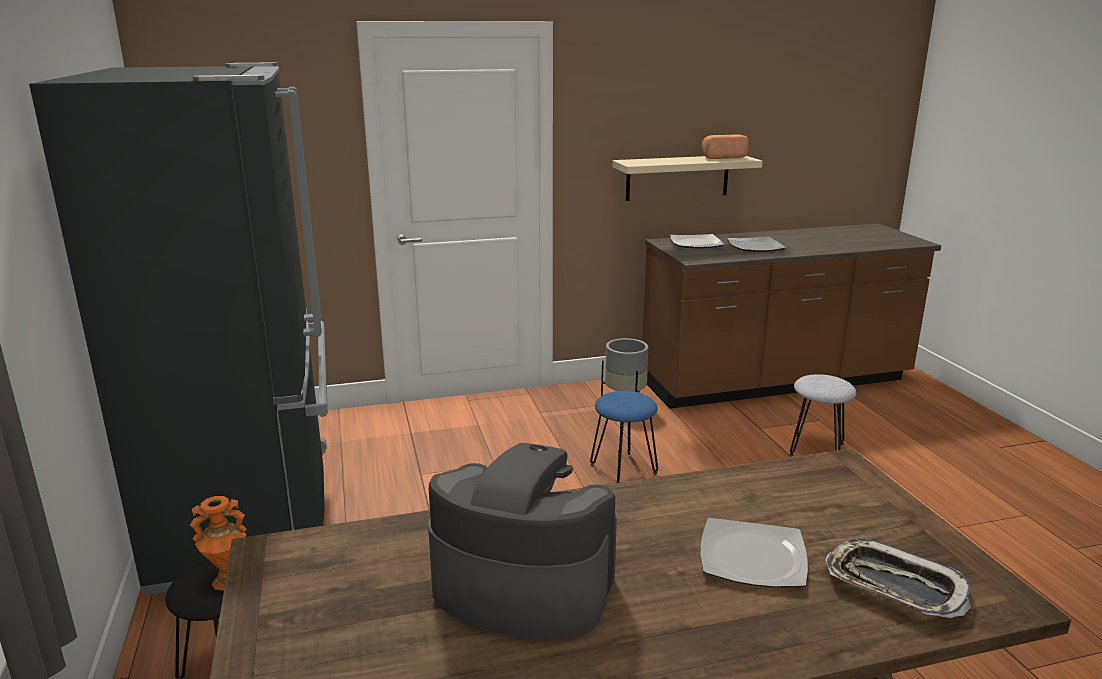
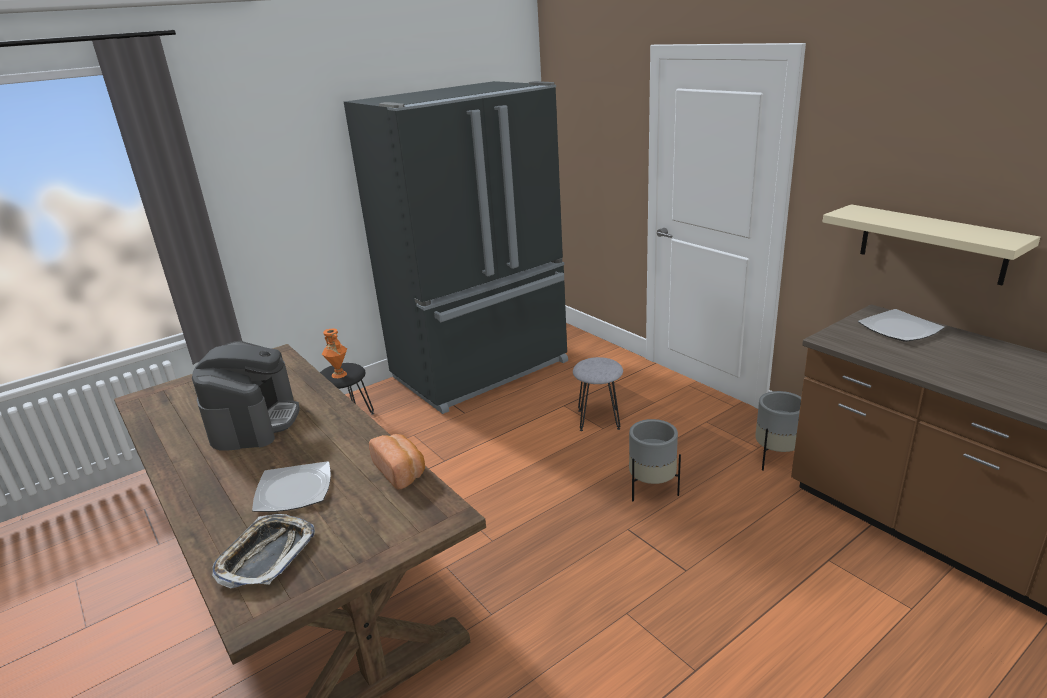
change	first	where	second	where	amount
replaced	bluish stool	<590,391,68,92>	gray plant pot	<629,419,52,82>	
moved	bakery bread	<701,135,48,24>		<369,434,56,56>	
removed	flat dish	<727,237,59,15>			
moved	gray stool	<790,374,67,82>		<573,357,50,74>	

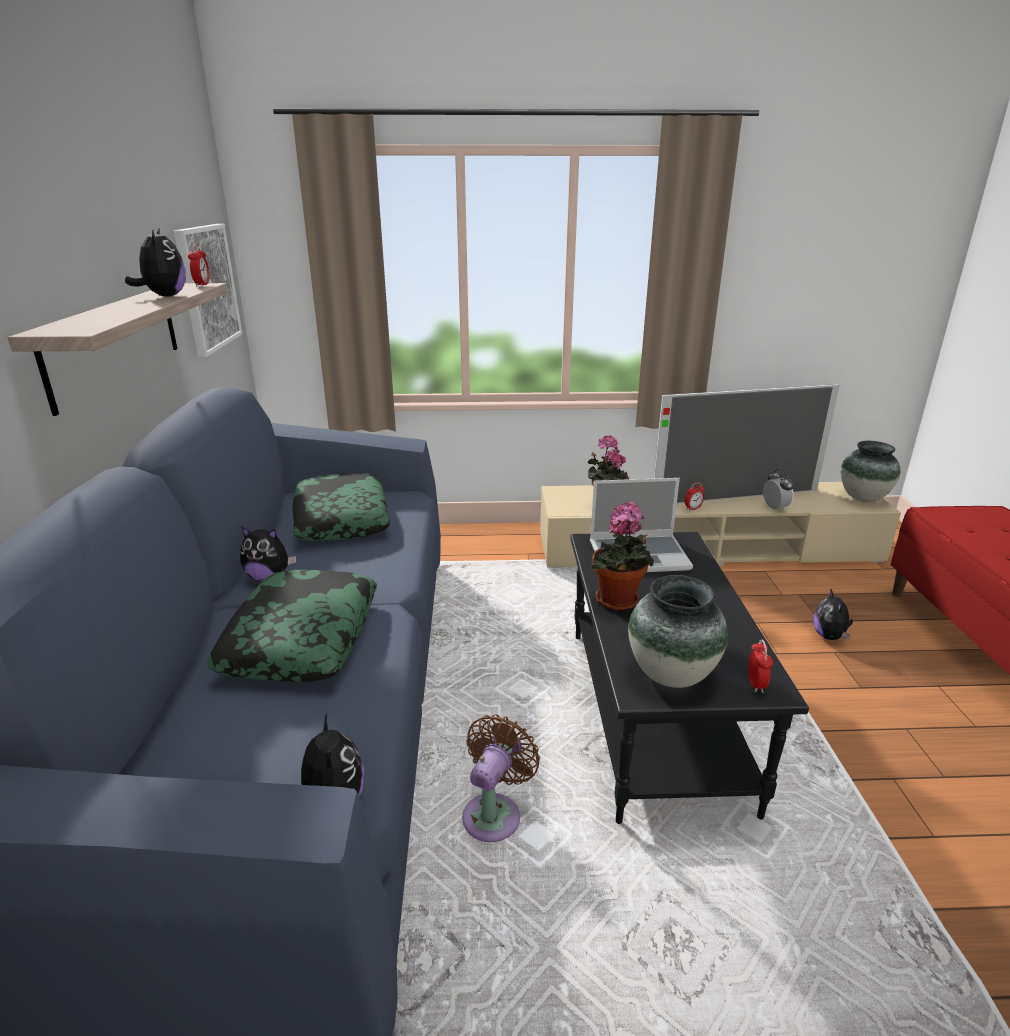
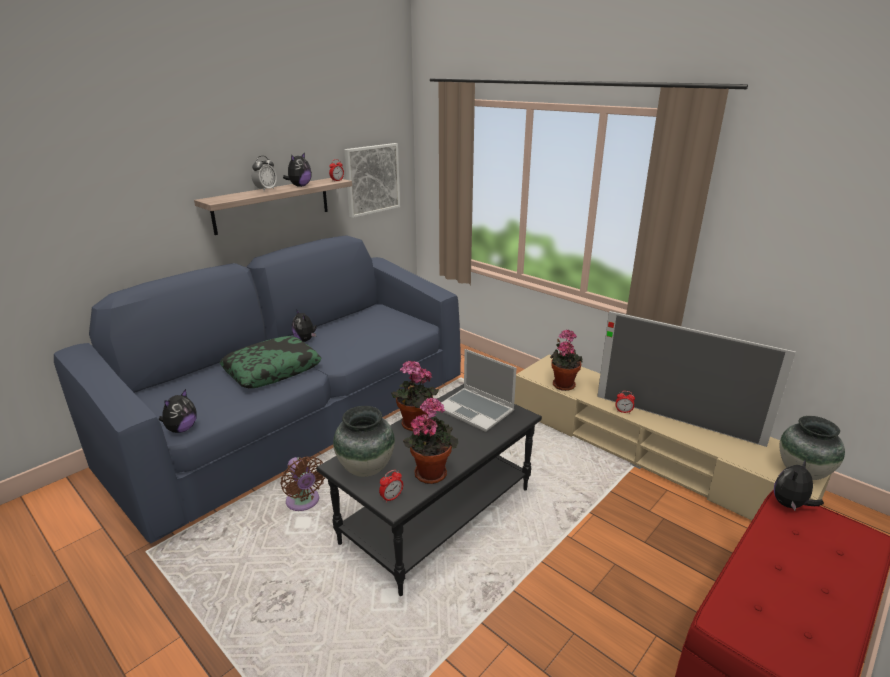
change	first	where	second	where	amount
removed	pillow	<293,472,97,69>			
turned	brownish fan	<462,715,78,127>		<281,456,44,55>	75 degrees clockwise
moved	bedside clock	<763,469,31,42>		<251,156,26,35>	
moved	soft toy	<813,588,40,52>		<774,459,50,51>	
added			potted plant	<403,398,55,86>	

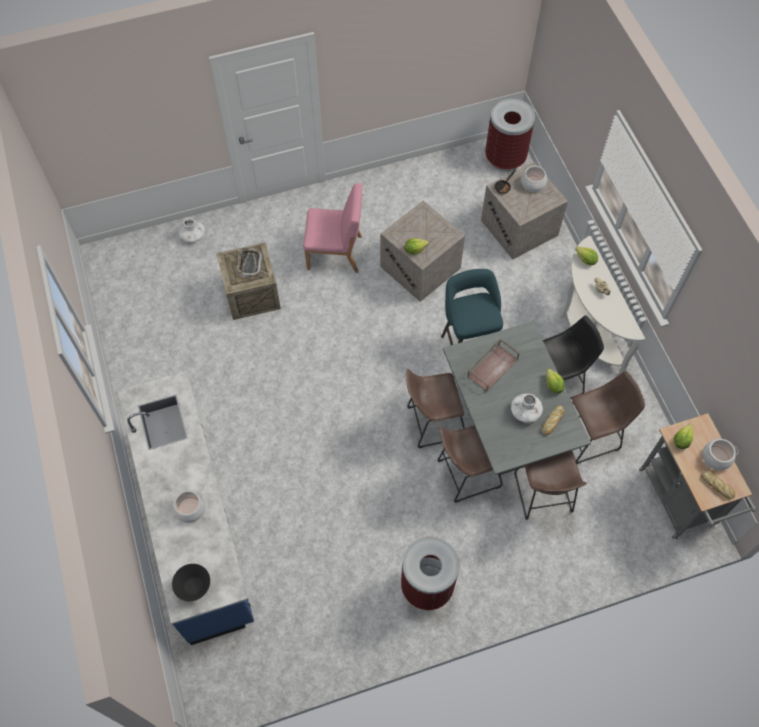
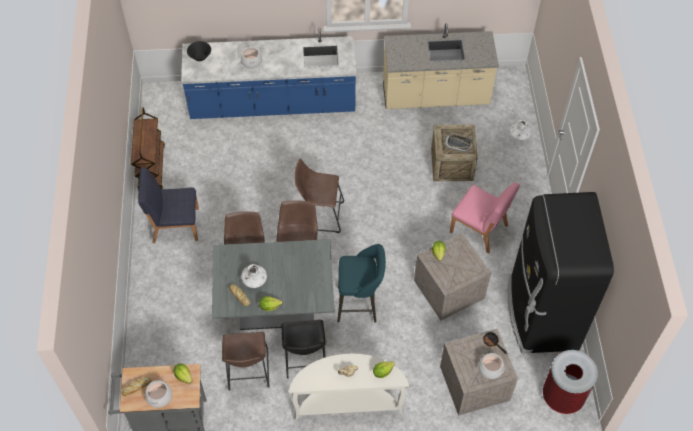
change	first	where	second	where	amount
turned	pink-coloured chair	<303,183,59,90>		<450,182,70,72>	75 degrees counterclockwise
replaced	waste bin	<401,537,58,73>	bluish chair	<138,168,61,75>	
removed	brownish carrying tray	<467,338,53,54>			
moved	brownish stool	<514,451,73,69>		<294,159,50,74>	
added			brownish wheeled cart	<131,107,34,84>	
added			sand-coloured counter	<383,23,116,86>	
added			black-coloured kitchen fridge	<507,192,107,162>	

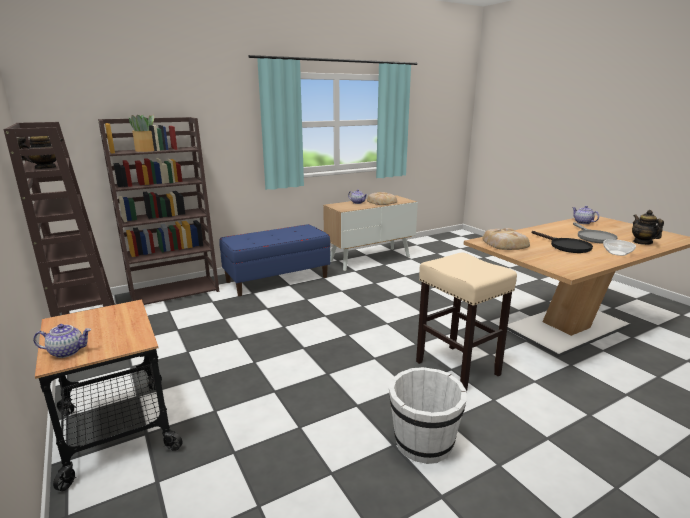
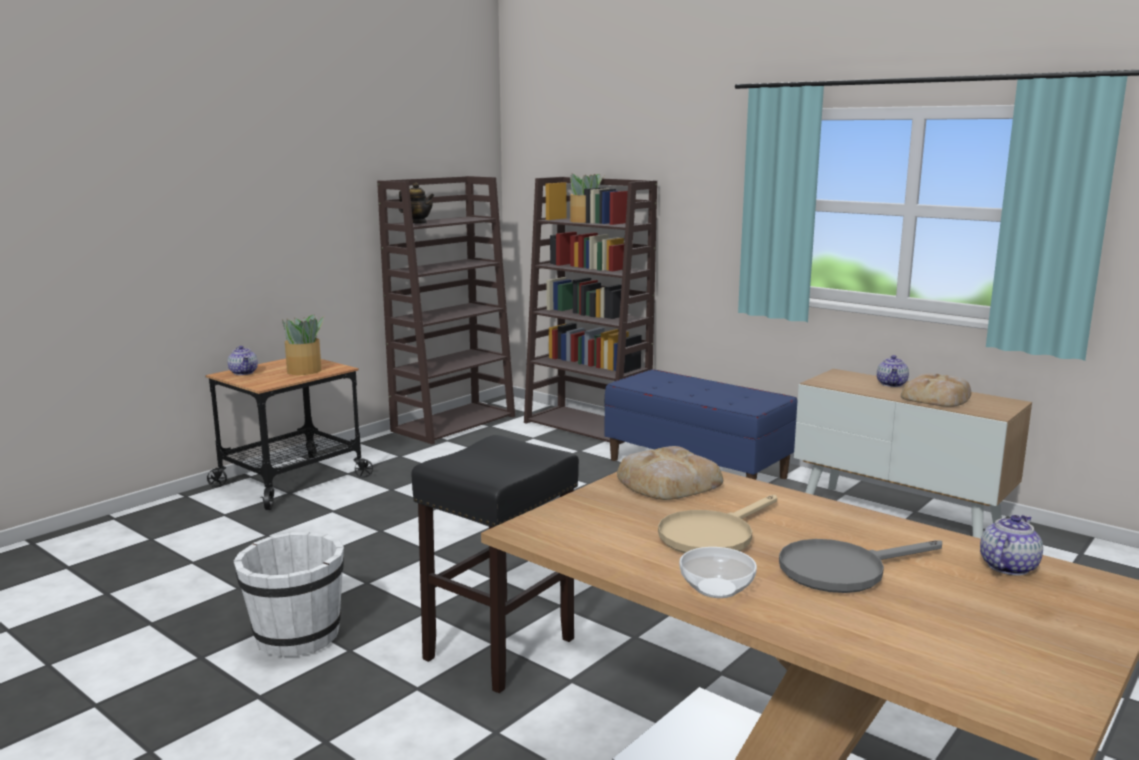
change	first	where	second	where	amount
recoloured	sand-coloured stool	<416,252,101,139>	black-coloured stool	<411,435,168,258>	
recoloured	black-coloured pan	<532,231,61,22>	sand-coloured pan	<658,495,119,58>	
removed	teapot	<632,210,32,35>			
added			potted plant	<282,314,42,61>	

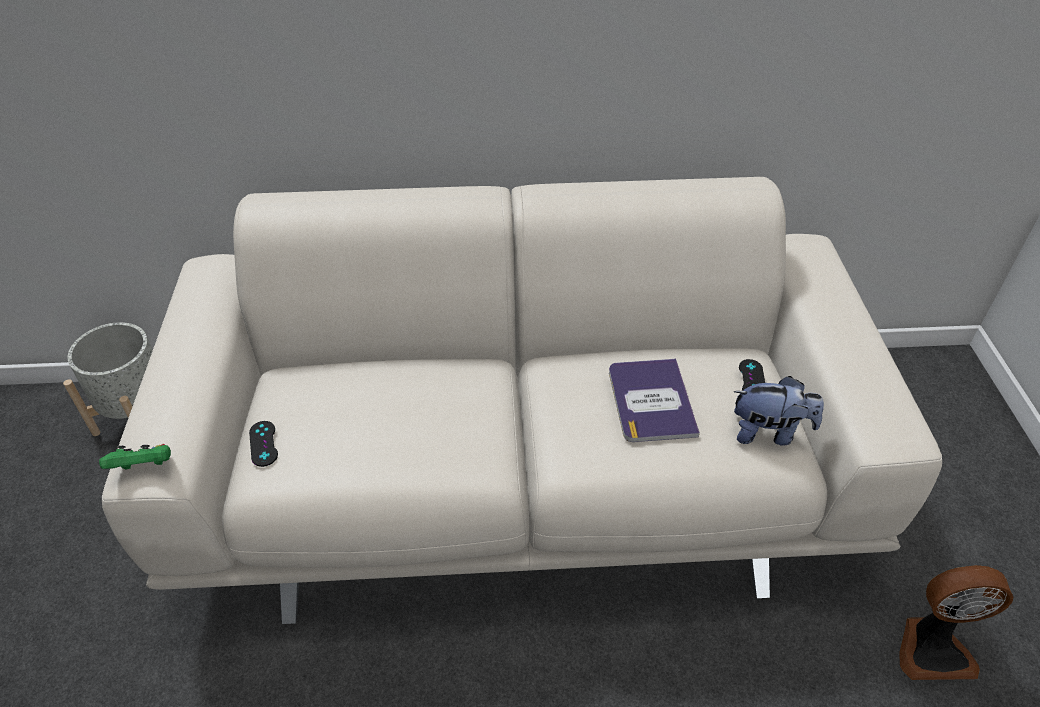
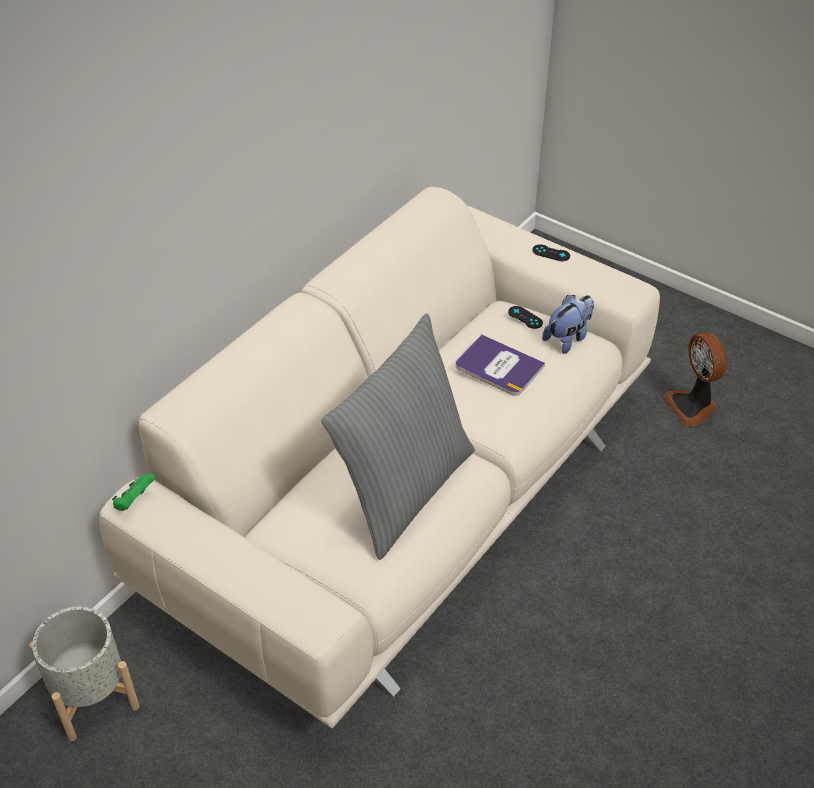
change	first	where	second	where	amount
moved	green joypad	<99,444,72,25>		<112,473,44,38>	
moved	black-coloured joypad	<249,421,29,46>		<532,244,38,17>	
turned	fan	<899,565,114,115>		<663,332,64,95>	120 degrees clockwise
added			gray pillow	<321,313,154,247>	

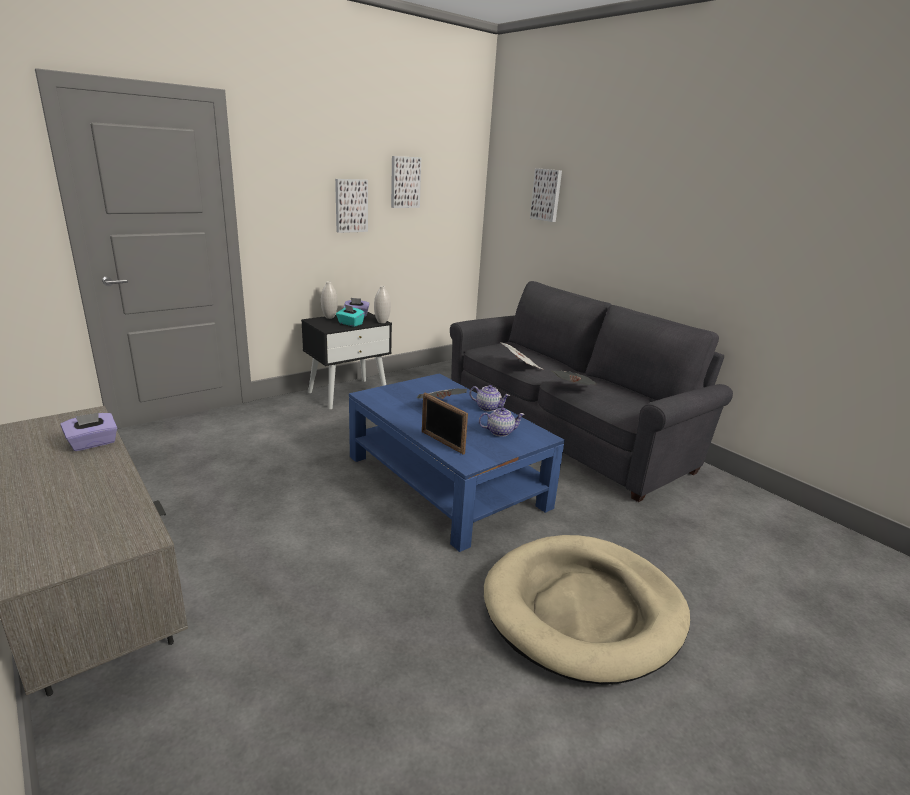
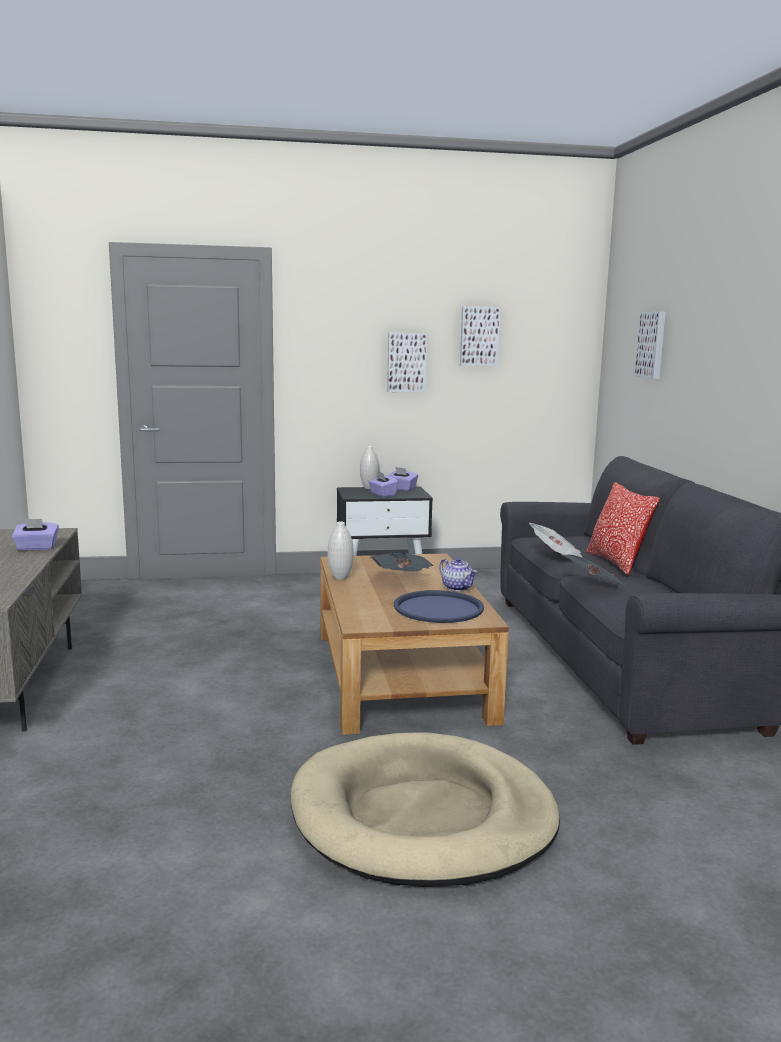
change	first	where	second	where	amount
recoloured	turquoise-coloured box of tissues	<336,304,29,23>	purple-coloured box of tissues	<369,471,30,26>	
recoloured	bluish lounge table	<349,373,216,179>	brownish lounge table	<320,553,189,182>	
moved	white flower vase	<374,286,17,37>		<328,522,26,58>	
removed	standing frame	<422,393,46,62>			
replaced	teapot	<479,407,46,30>	bluish carrying tray	<394,590,90,33>	
added			pillow	<586,482,74,93>	

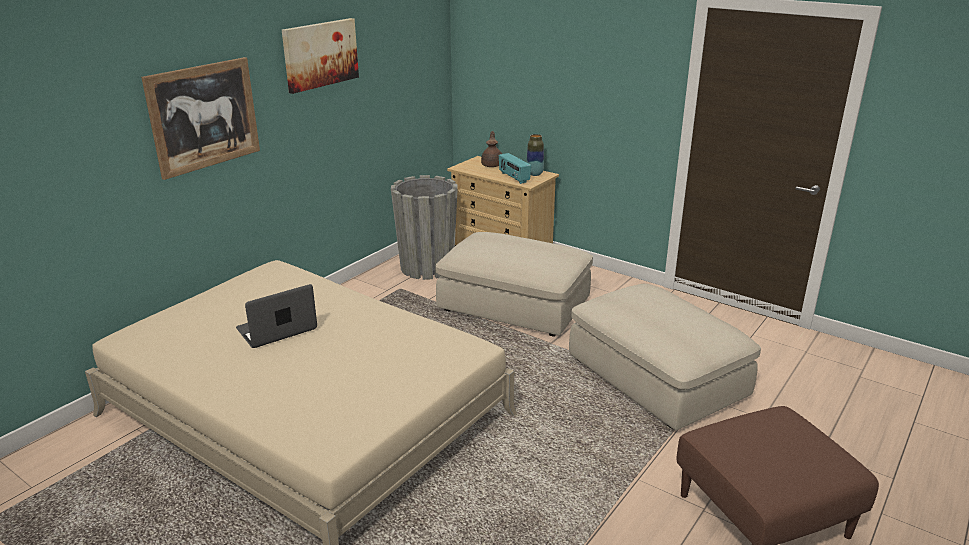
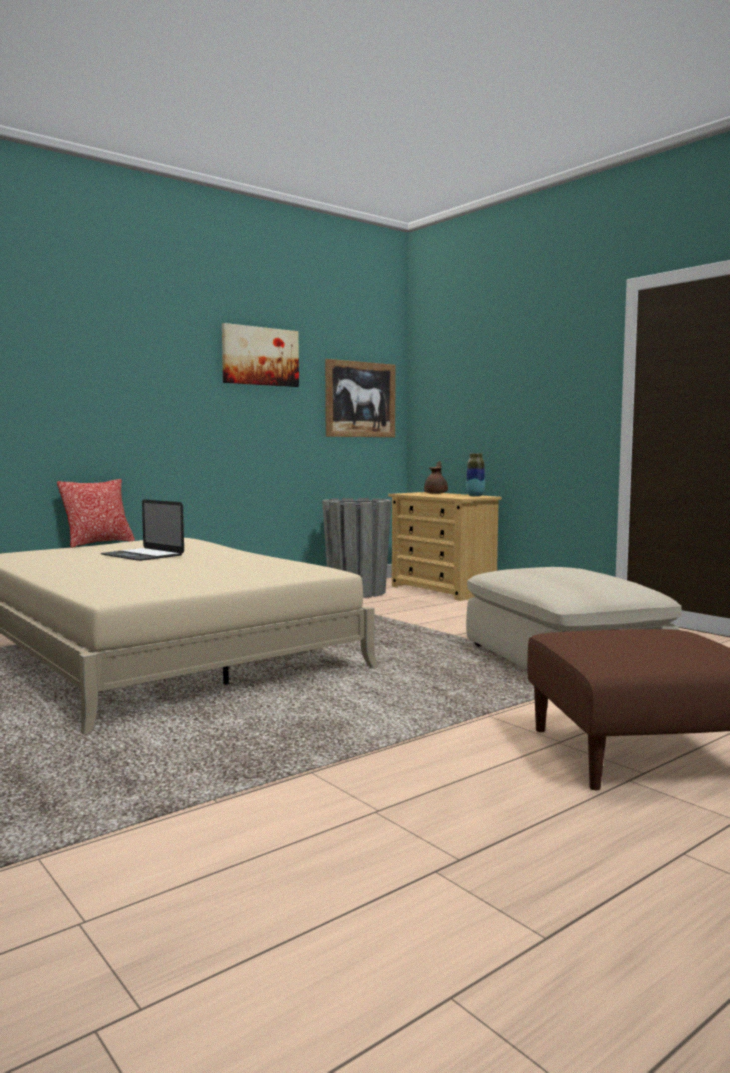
change	first	where	second	where	amount
moved	wall art	<141,57,119,123>		<325,359,71,78>	
turned	laptop	<236,284,81,64>		<101,499,83,62>	120 degrees counterclockwise
removed	sand-coloured pouffe	<436,232,157,105>			
removed	radio	<499,153,32,31>			
added			pillow	<57,479,78,69>	

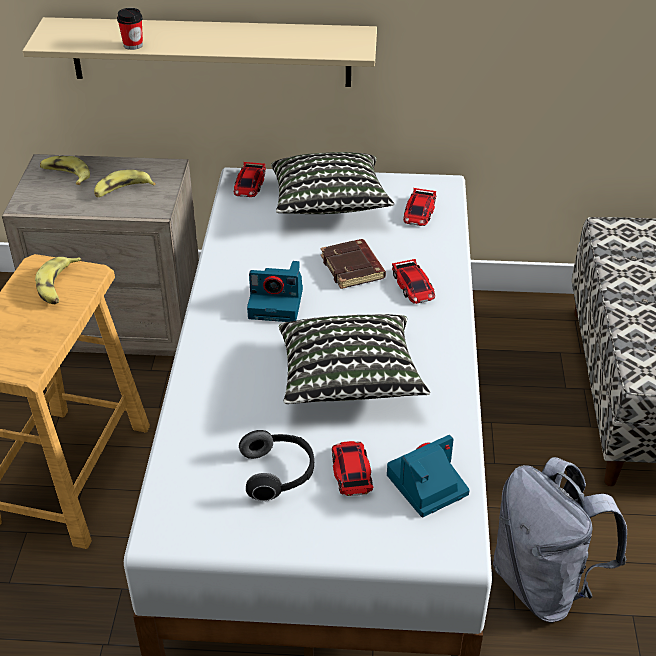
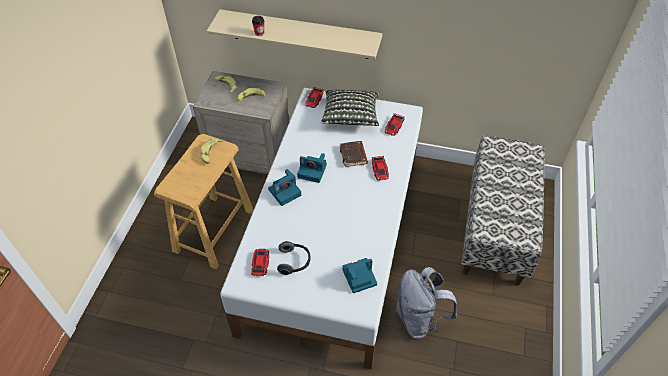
change	first	where	second	where	amount
removed	pillow	<279,314,151,90>			
moved	miniature car	<332,441,42,55>		<251,249,18,27>	
added			still camera	<268,169,33,37>	

